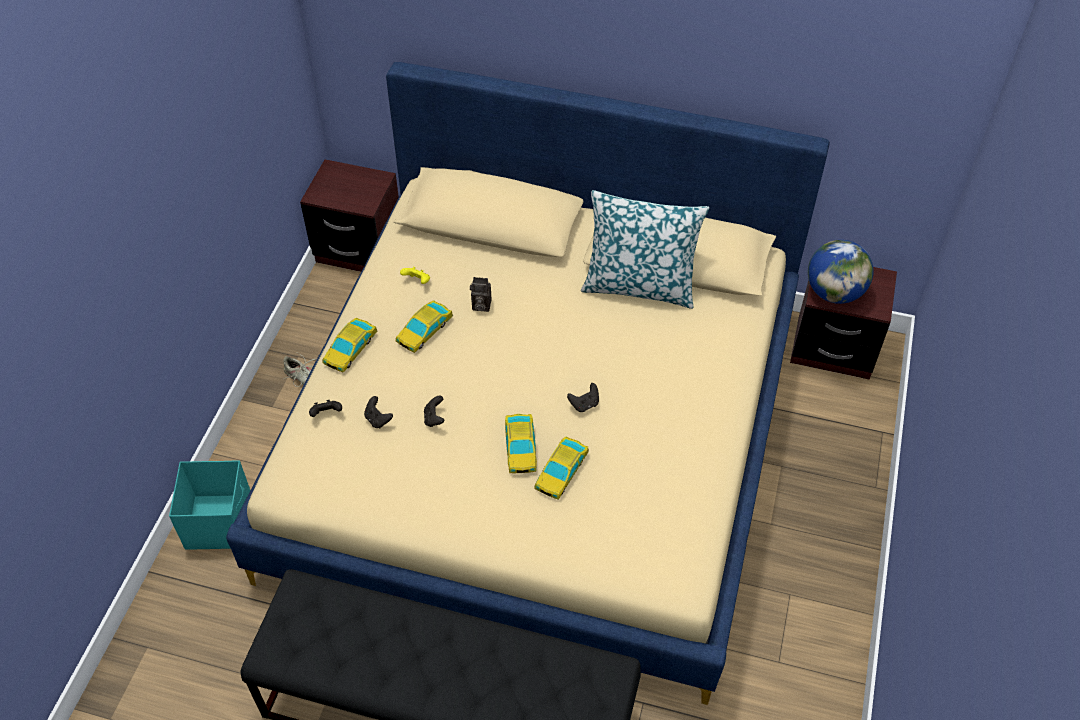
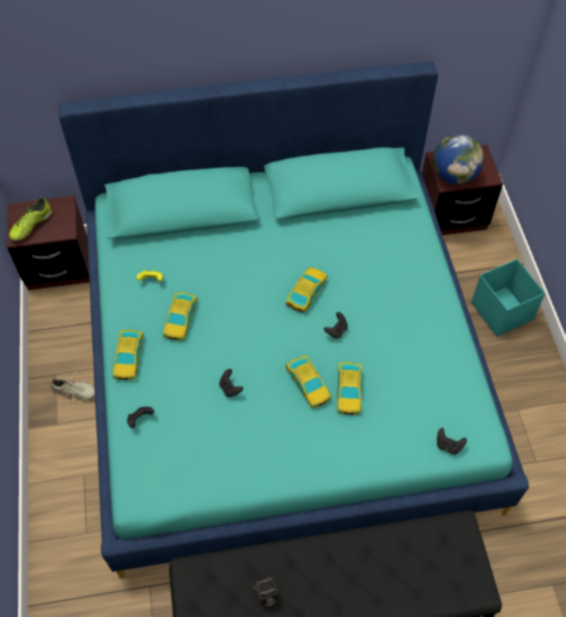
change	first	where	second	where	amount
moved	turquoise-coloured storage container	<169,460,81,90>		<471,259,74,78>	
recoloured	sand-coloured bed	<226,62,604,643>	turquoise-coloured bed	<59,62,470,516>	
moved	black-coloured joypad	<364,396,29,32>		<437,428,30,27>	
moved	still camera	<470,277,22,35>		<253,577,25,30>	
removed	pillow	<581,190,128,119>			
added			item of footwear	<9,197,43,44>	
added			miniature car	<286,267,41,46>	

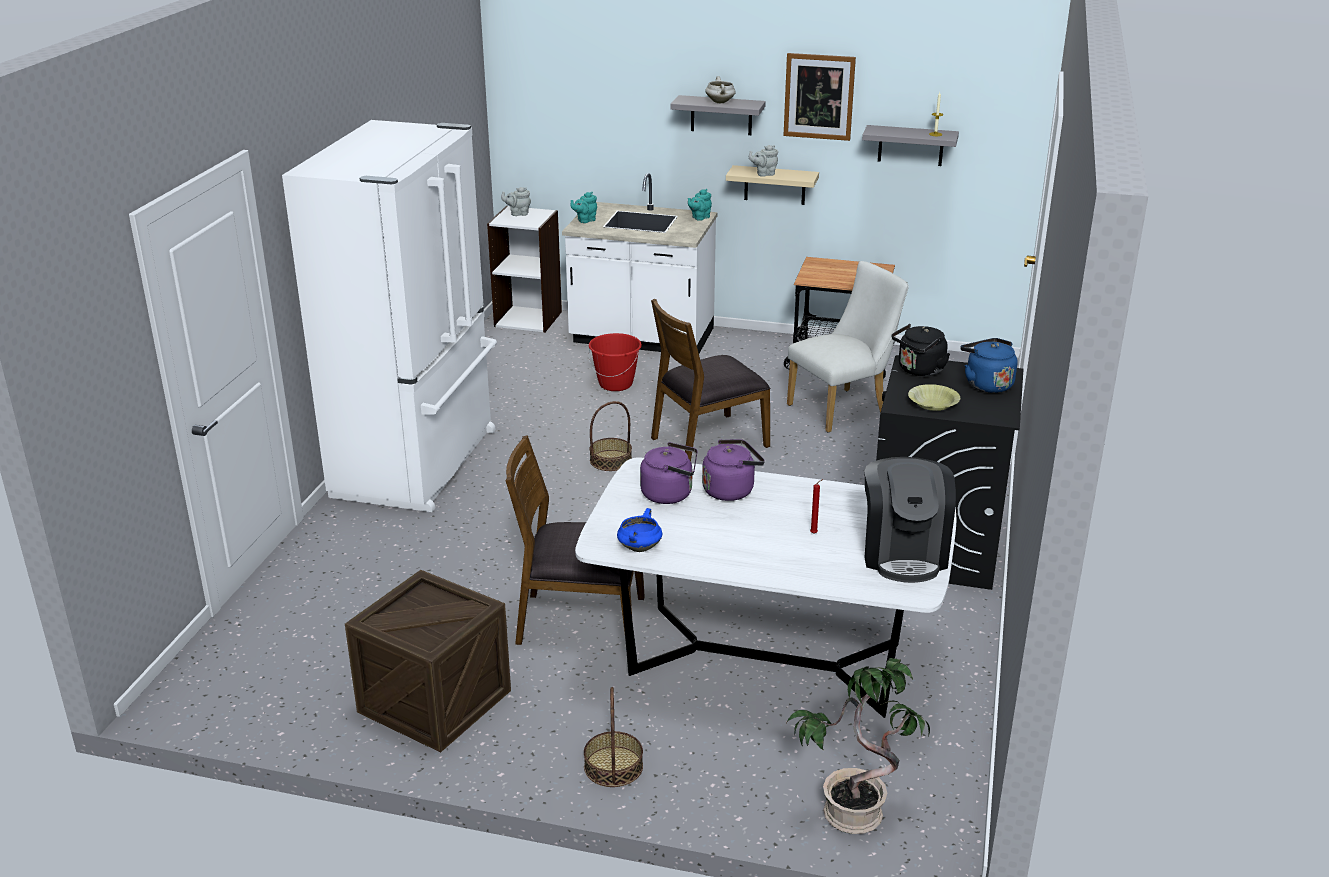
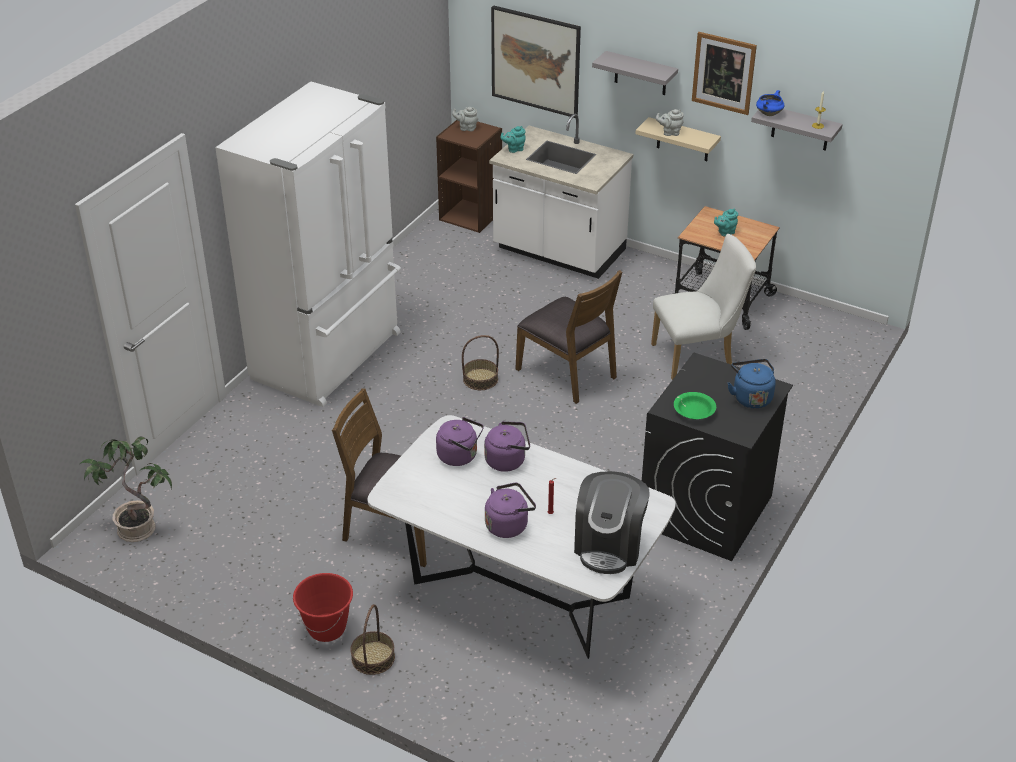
change	first	where	second	where	amount
removed	shipping crate	<345,570,166,182>			
recoloured	white bookcase	<487,206,75,127>	brownish bookcase	<436,120,66,113>	
moved	reddish pail	<589,333,53,58>		<293,573,60,69>	
moved	bluish saucepot	<617,508,45,44>		<756,90,28,26>	
turned	brownish chair	<651,299,120,162>		<515,270,107,134>	120 degrees counterclockwise
moved	turquoise-coloured teapot	<688,189,24,32>		<714,209,24,28>	
removed	white saucepot	<705,76,31,27>			
moved	potted plant	<786,658,144,176>		<80,436,92,106>	
removed	black-coloured water kettle	<892,324,58,52>			
recoloured	yellowish bowl	<908,384,52,27>	green bowl	<674,392,42,27>	
added			purple-coloured water kettle	<485,482,51,56>	
added			wall art	<491,6,90,112>	

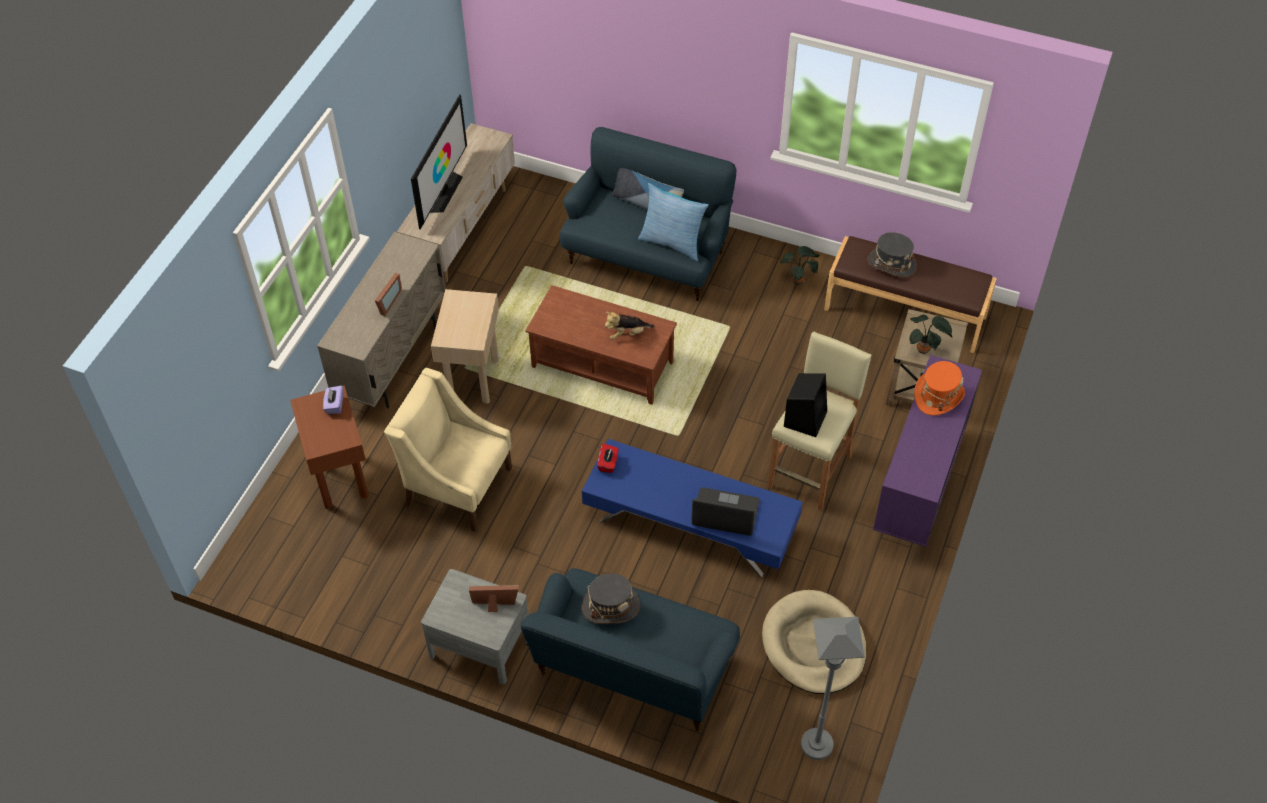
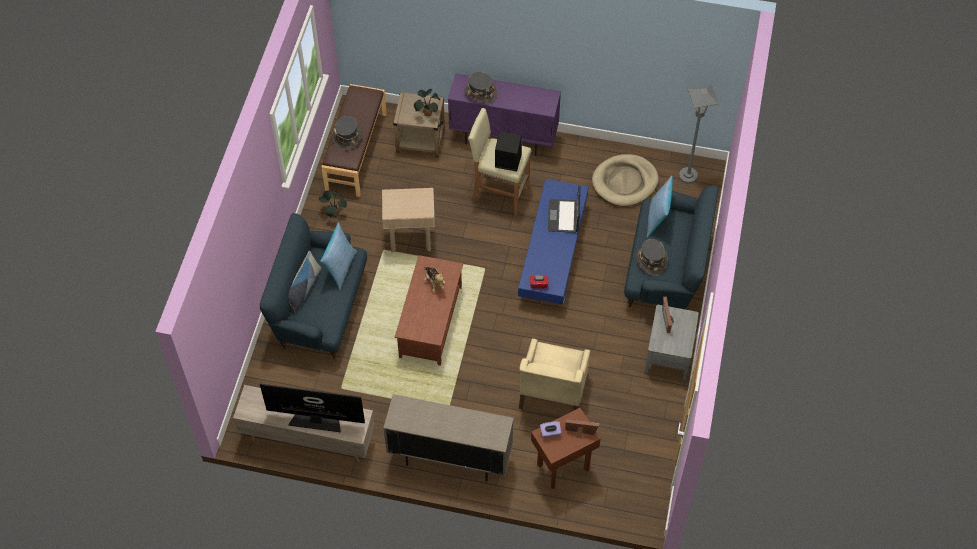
change	first	where	second	where	amount
moved	standing frame	<375,273,27,43>		<565,419,34,20>	
moved	sand-coloured end table	<431,289,68,115>		<382,188,53,64>	
recoloured	orangey clothing hat	<914,361,51,55>	gray clothing hat	<464,72,33,31>	
added			pillow	<647,176,26,62>	

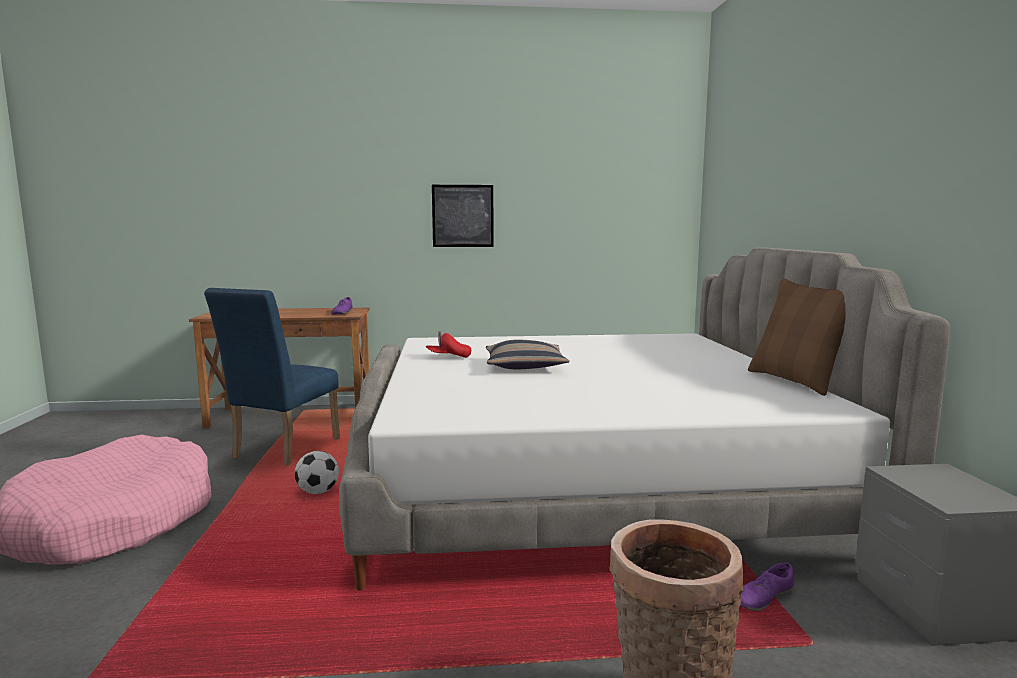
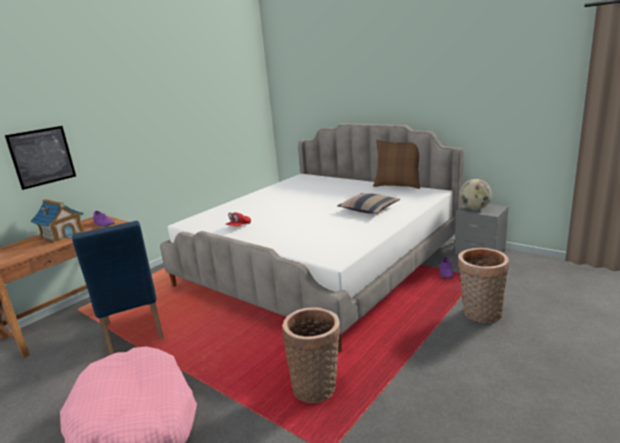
change	first	where	second	where	amount
removed	football	<295,451,44,43>			
moved	wall art	<432,185,62,62>		<5,126,71,64>	
moved	pillow	<486,339,84,31>		<337,193,63,21>	
added			toy house	<31,199,53,43>	
added			basket	<283,307,58,96>	
added			world globe	<459,179,33,31>	

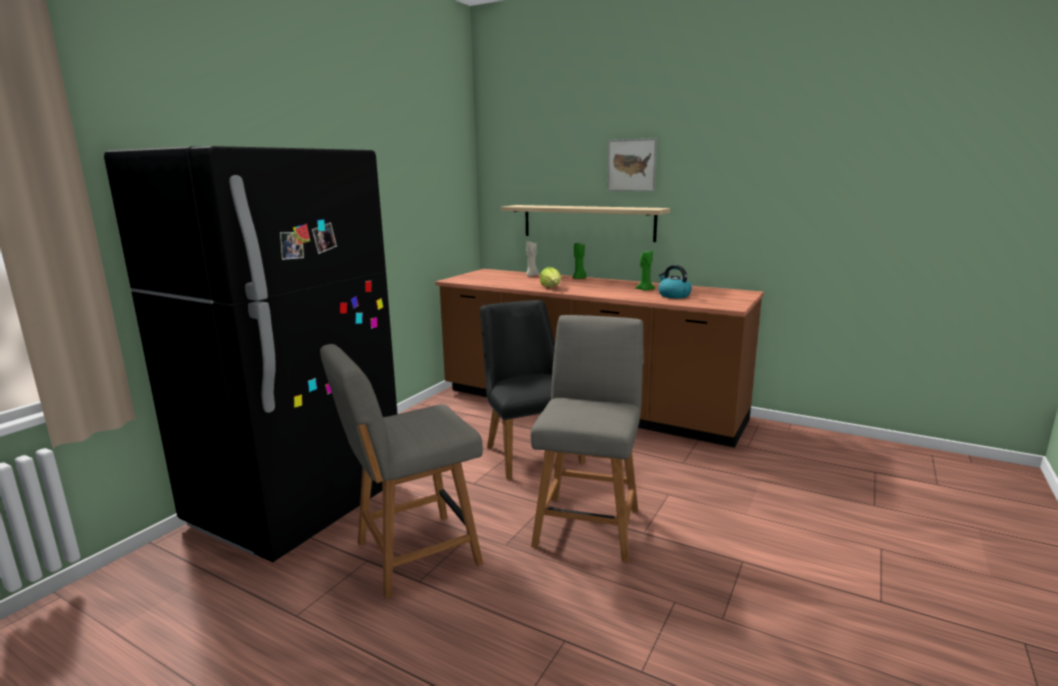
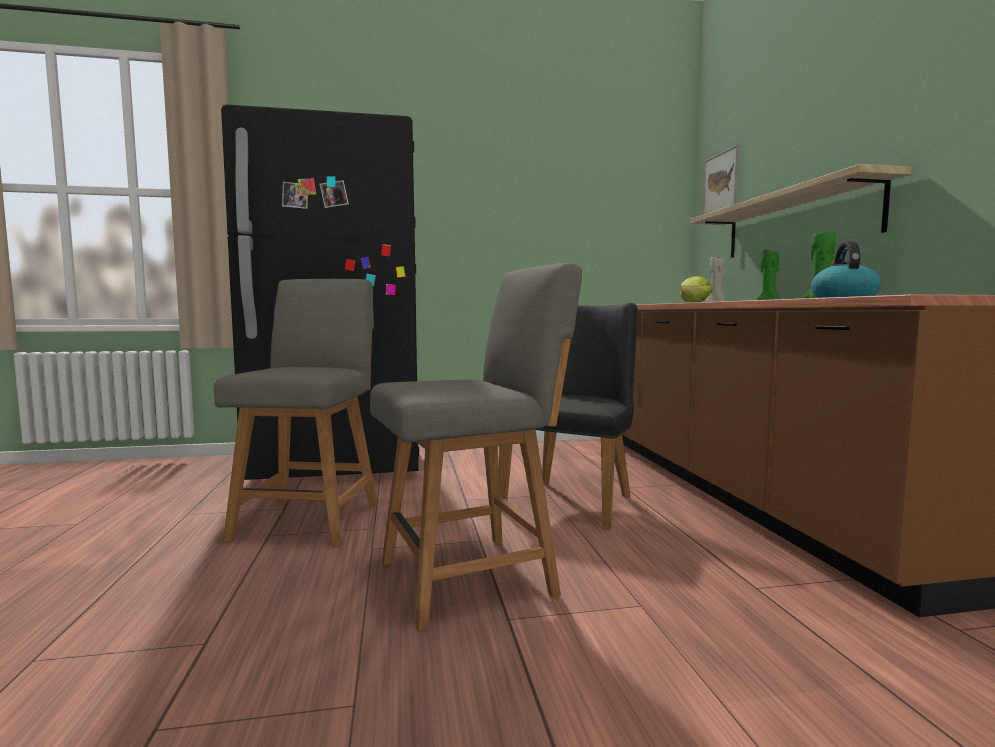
change	first	where	second	where	amount
turned	gray chair	<320,344,163,255>		<214,279,164,268>	75 degrees clockwise
moved	wall art	<607,138,50,53>		<702,145,38,70>	

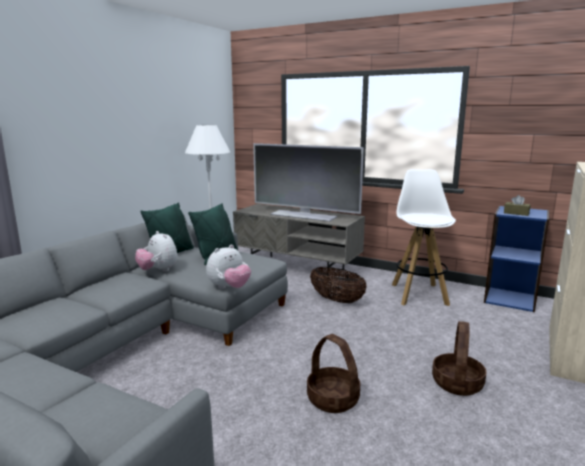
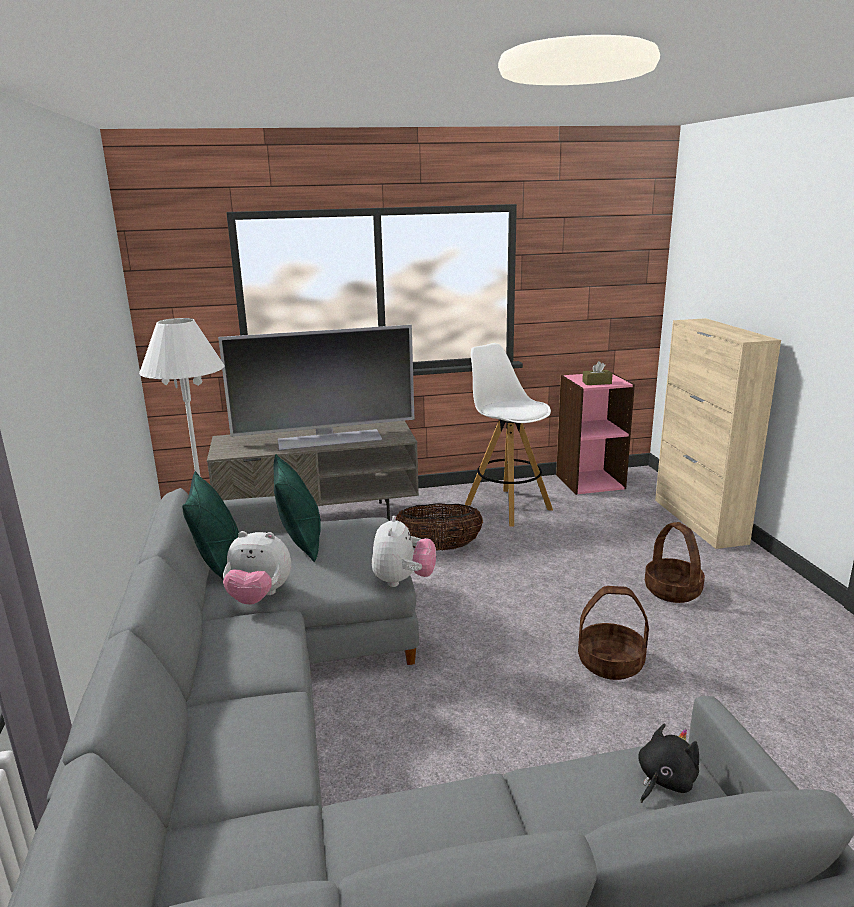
change	first	where	second	where	amount
recoloured	bluish bookcase	<484,206,65,106>	pink-coloured bookcase	<556,373,79,122>	
added			black-coloured soft toy	<638,723,61,80>	

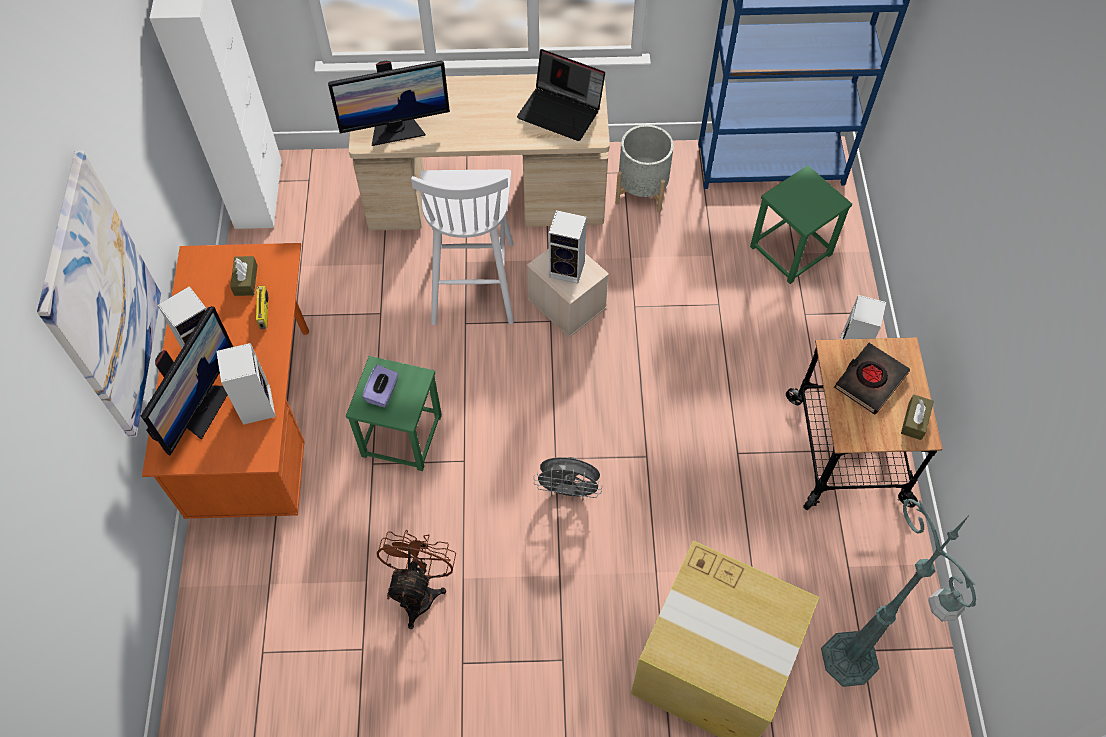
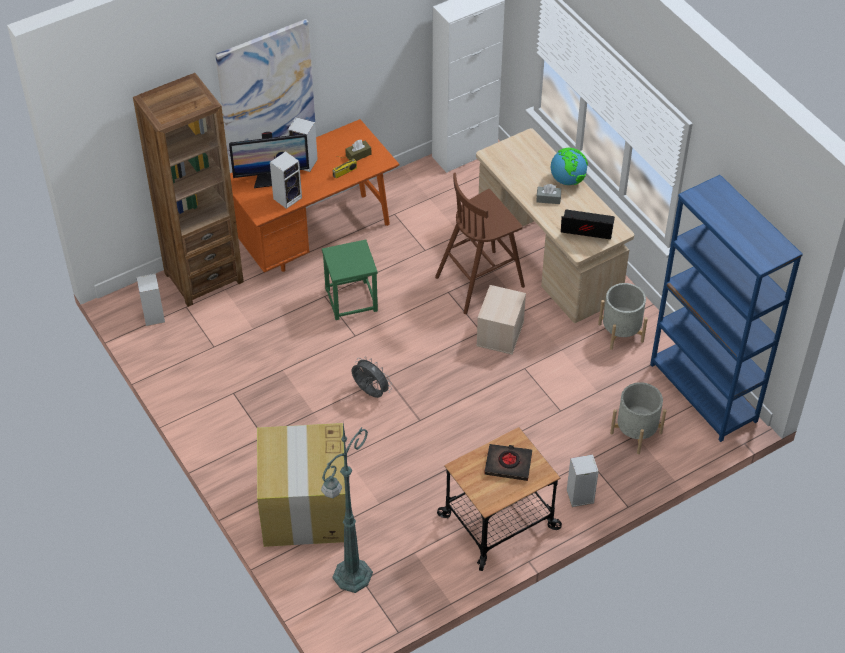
change	first	where	second	where	amount
removed	monitor	<328,60,122,86>			
removed	purple-coloured box of tissues	<362,365,36,43>			
removed	brownish fan	<377,530,79,99>			
recoloured	white stool	<411,169,103,156>	brownish stool	<435,173,90,141>	
turned	laptop	<517,49,88,92>		<561,210,54,29>	105 degrees clockwise
turned	gray fan	<533,457,69,44>		<352,356,40,42>	150 degrees clockwise
moved	speaker	<549,210,38,74>		<136,273,29,53>	
replaced	green stool	<750,165,102,119>	gray plant pot	<610,382,57,72>	
removed	brownish box of tissues	<901,395,33,45>			
added			brownish bookcase	<133,73,111,234>	
added			gray box of tissues	<536,184,25,20>	
added			world globe	<551,148,37,37>	

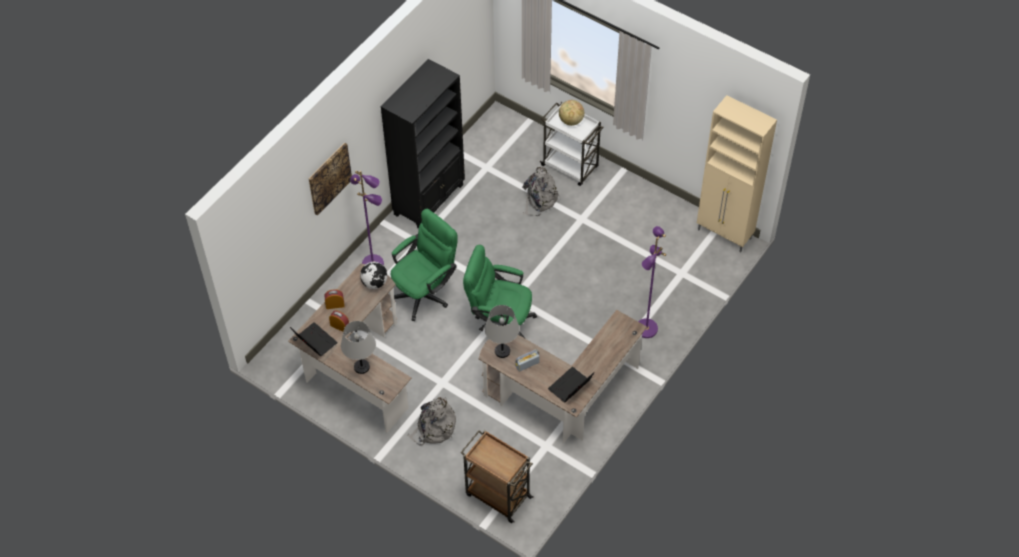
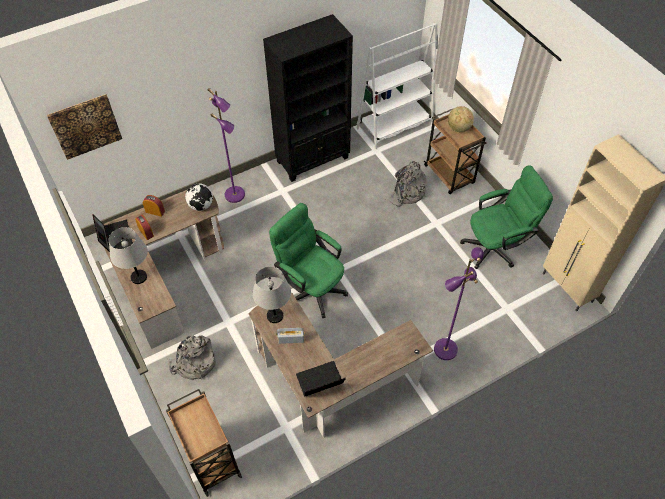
change	first	where	second	where	amount
moved	wall art	<309,143,43,73>		<47,94,75,66>	
moved	green office chair	<391,209,67,112>		<460,166,93,103>	
recoloured	white wheeled cart	<540,102,64,84>	brownish wheeled cart	<424,108,63,86>	
added			white bookcase	<357,23,80,126>	

